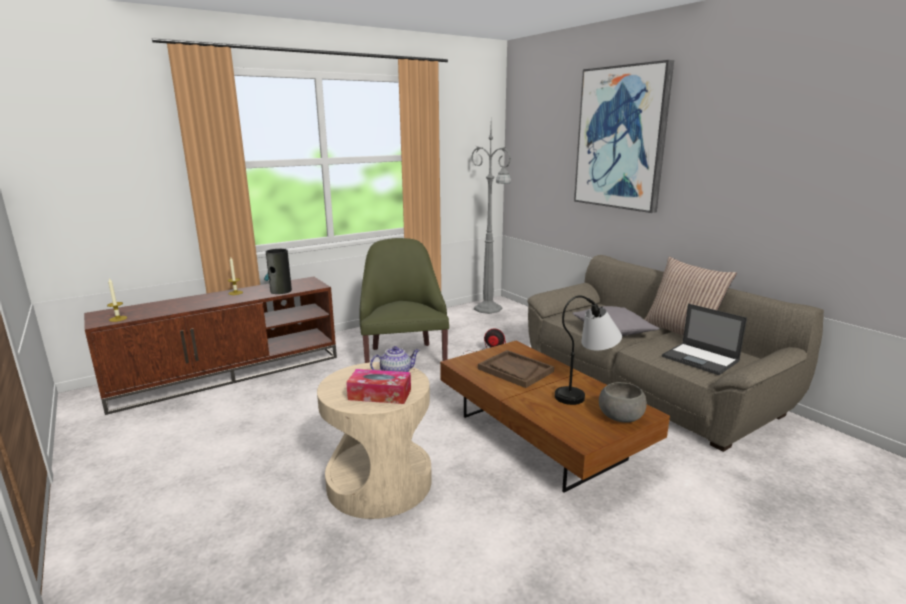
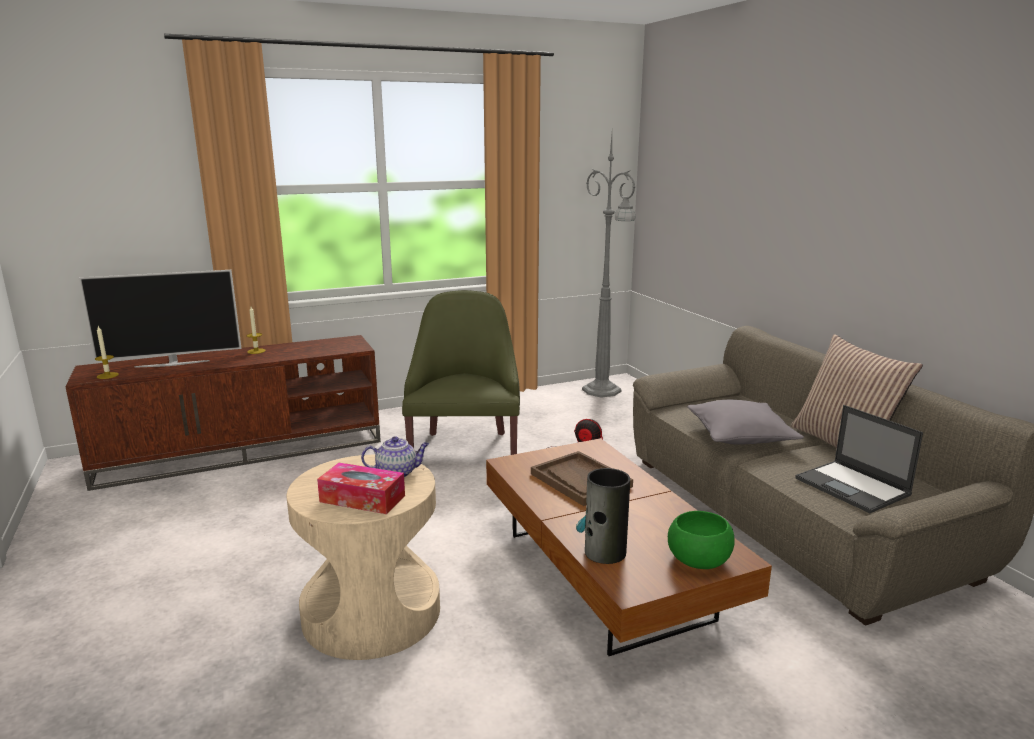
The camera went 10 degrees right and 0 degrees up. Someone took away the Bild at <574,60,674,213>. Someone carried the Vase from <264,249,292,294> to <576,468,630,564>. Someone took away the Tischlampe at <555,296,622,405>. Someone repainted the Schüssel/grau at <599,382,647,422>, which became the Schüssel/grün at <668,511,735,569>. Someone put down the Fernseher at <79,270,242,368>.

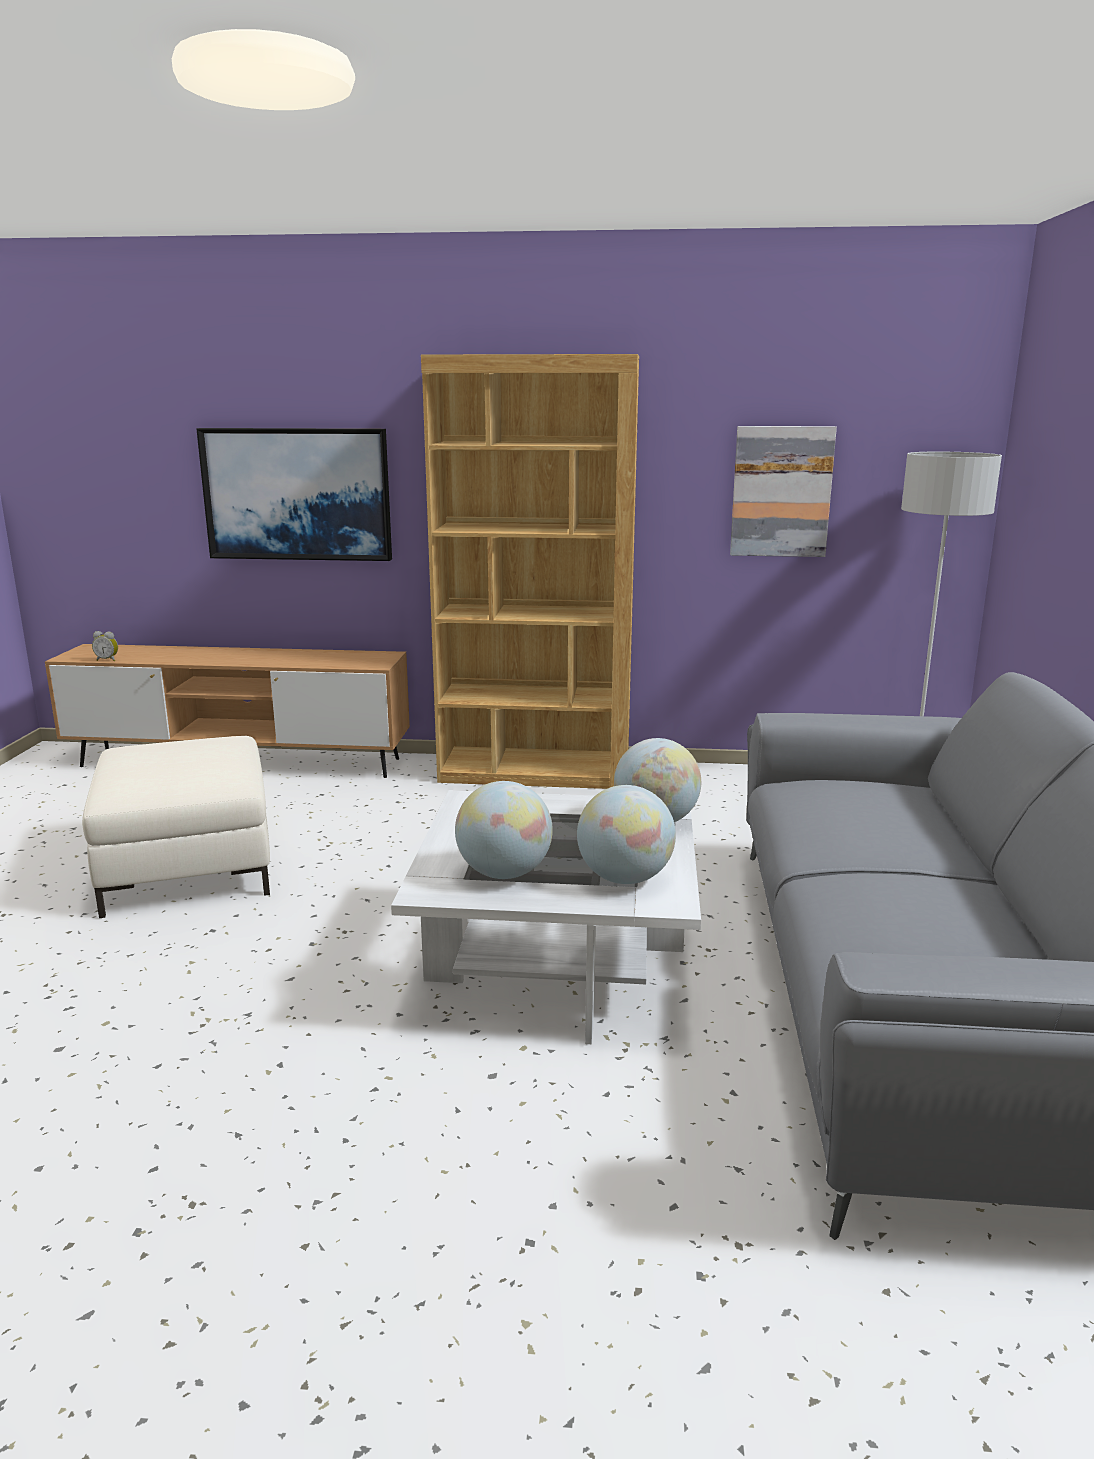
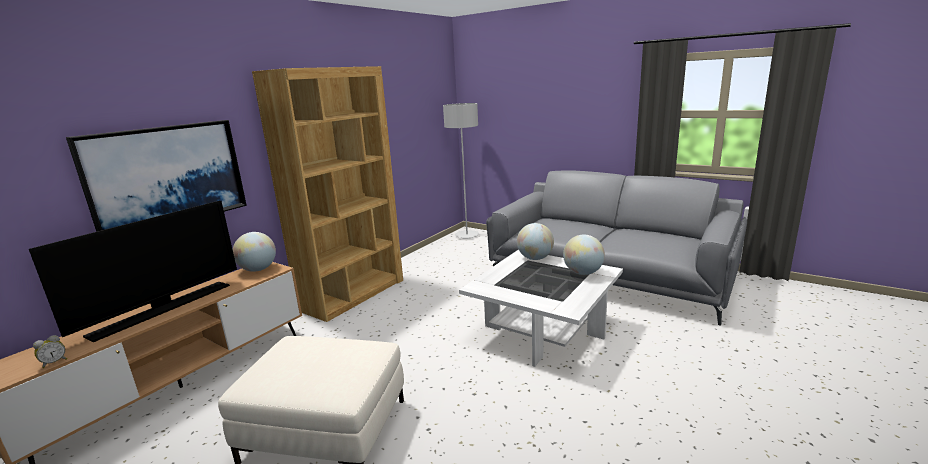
The camera went 60 degrees left and 0 degrees up. Someone took away the Bild at <730,426,837,557>. Someone carried the Globus from <455,781,553,879> to <233,232,276,272>. Someone put down the Fernseher at <29,201,237,342>.

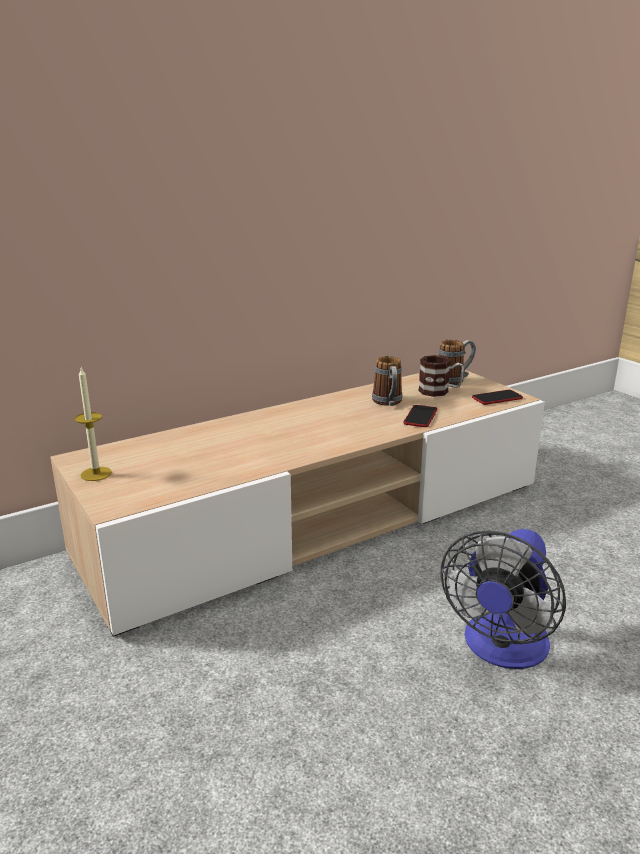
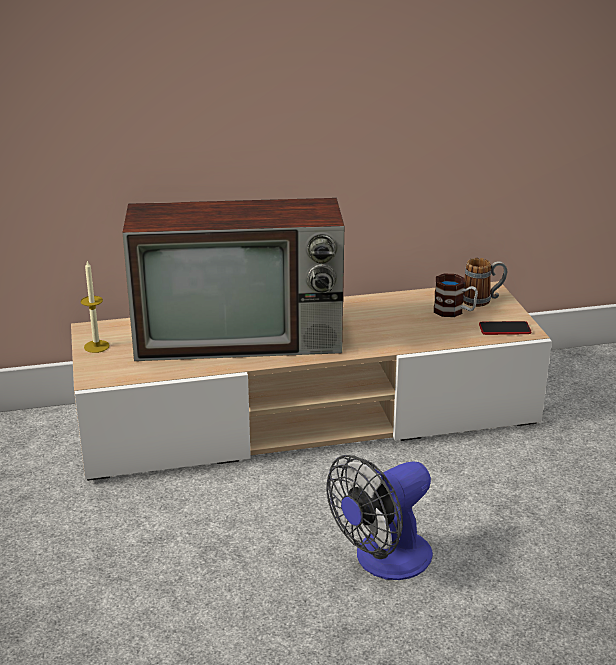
The camera went 20 degrees right and 5 degrees up. Someone took away the Henkelbecher at <372,356,402,406>. Someone took away the Handy at <403,405,438,427>. Someone put down the Fernseher at <122,198,344,361>.

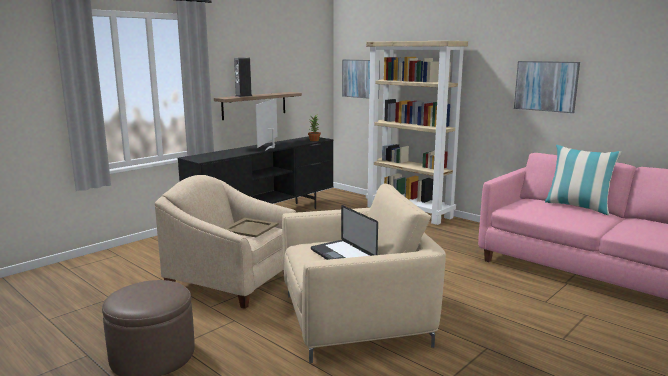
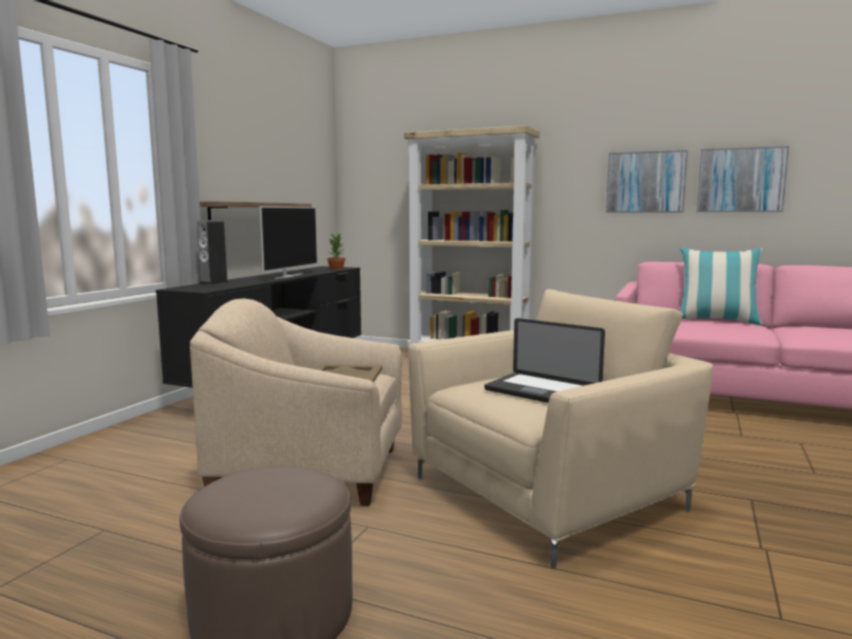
The camera went 20 degrees left and 5 degrees down. Someone carried the Lautsprecher from <234,58,252,97> to <197,220,229,285>. Someone carried the Bild from <342,60,380,99> to <697,146,789,212>. Someone rotated the Fernseher at <256,98,278,151> by 150 degrees counterclockwise.

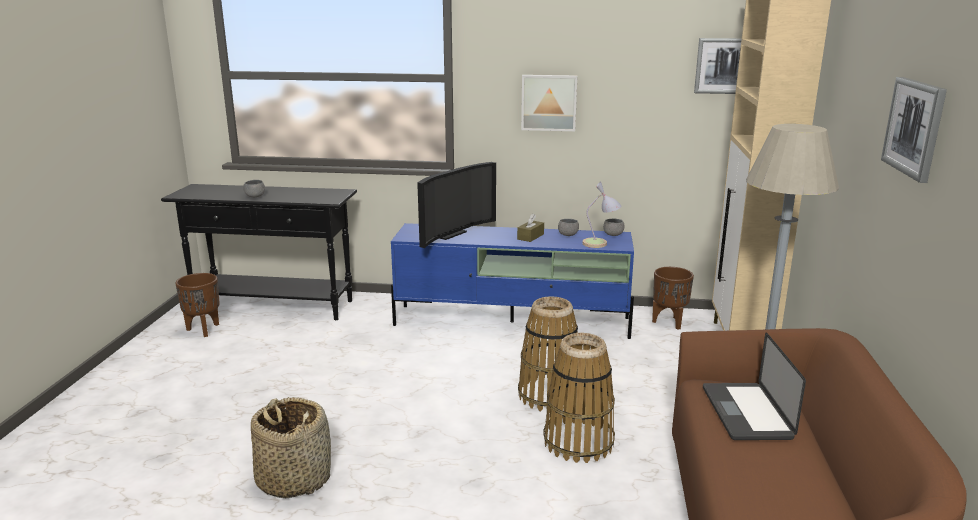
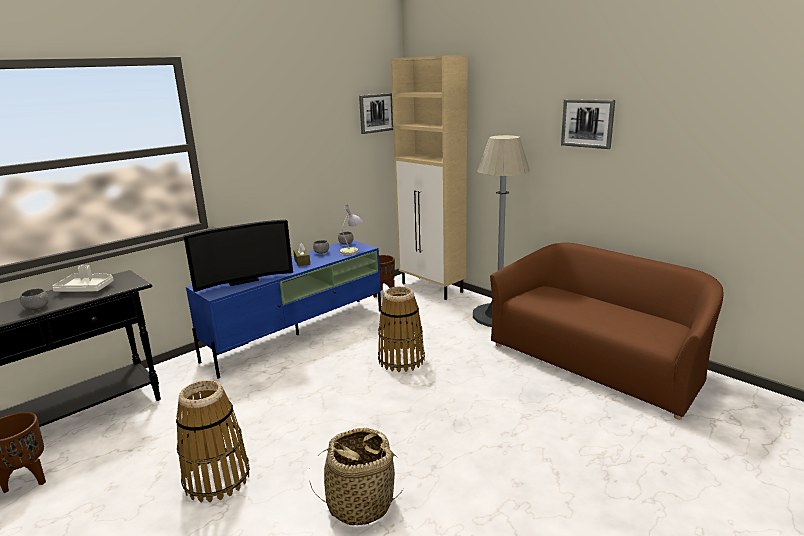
The camera went 50 degrees left and 0 degrees up. Someone took away the Bild at <521,75,577,131>. Someone rotated the Fernseher at <417,162,496,248> by 75 degrees clockwise. Someone took away the Laptop at <703,332,806,440>. Someone carried the Korb from <543,333,615,463> to <176,380,250,502>. Someone put down the Tablett/weiß at <52,265,114,292>.

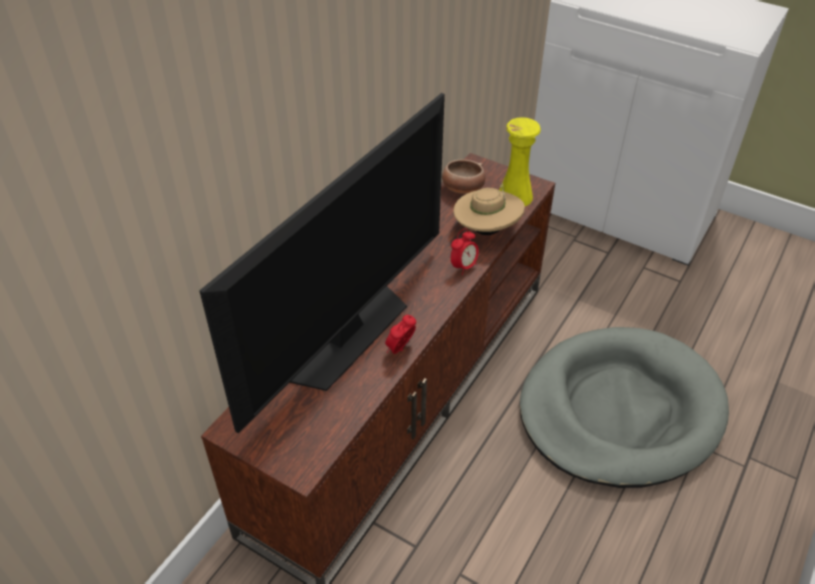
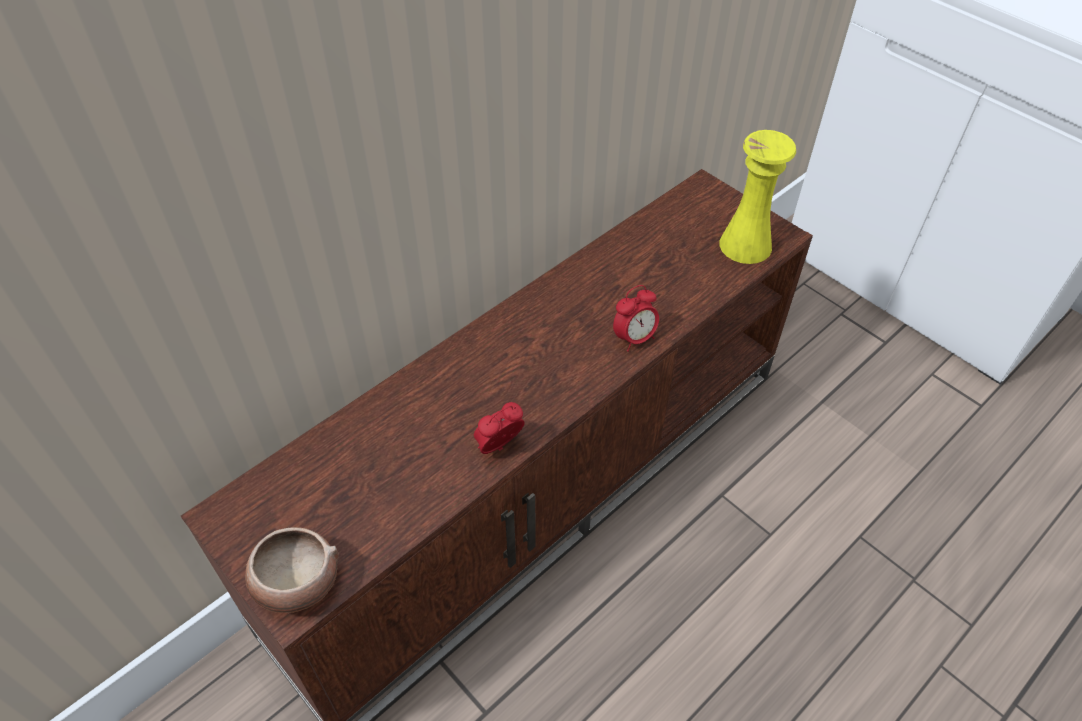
The camera went 15 degrees right and 5 degrees up. Someone took away the Fernseher at <199,93,445,433>. Someone carried the Schüssel from <442,159,485,193> to <245,527,339,613>. Someone took away the Hut/beige at <453,183,525,235>. Someone took away the Hundebett/grau at <520,327,729,488>.

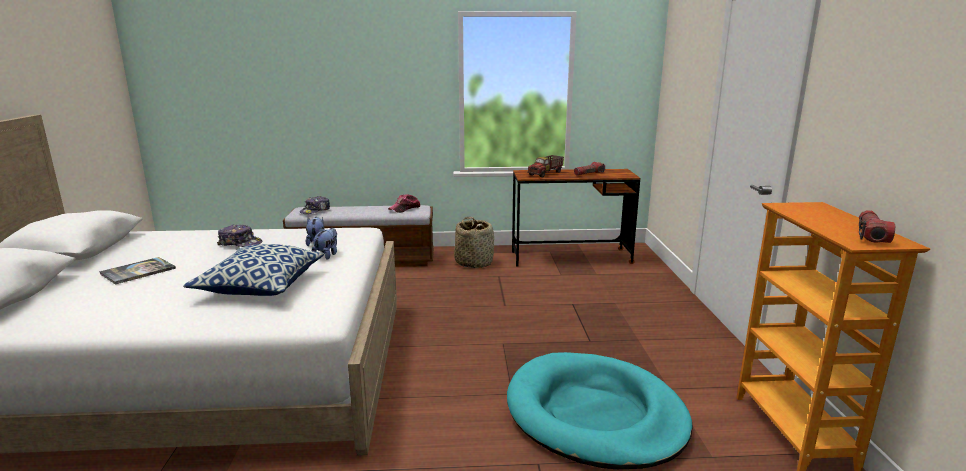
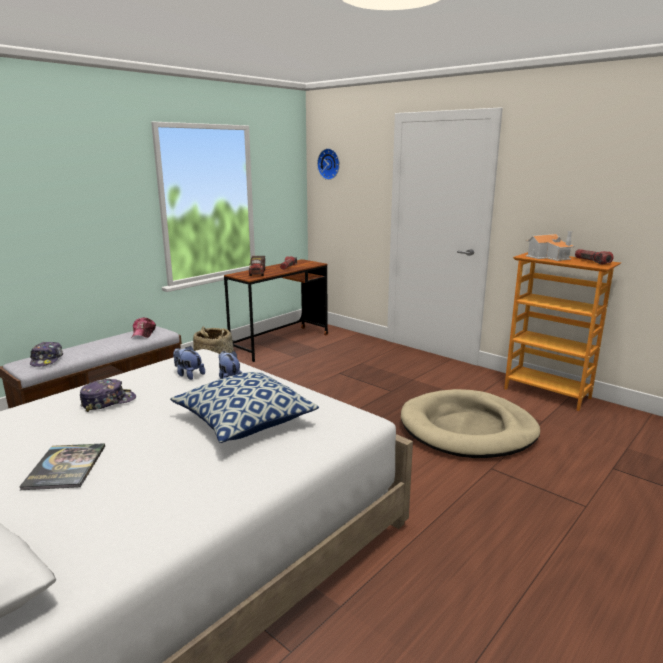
The camera went 45 degrees left and 0 degrees up. Someone repainted the Hundebett/türkis at <507,352,693,469>, which became the Hundebett/beige at <401,389,540,458>. Someone put up the Wanduhr at <317,148,340,180>. Someone put down the Spielzeughaus at <526,231,575,261>.

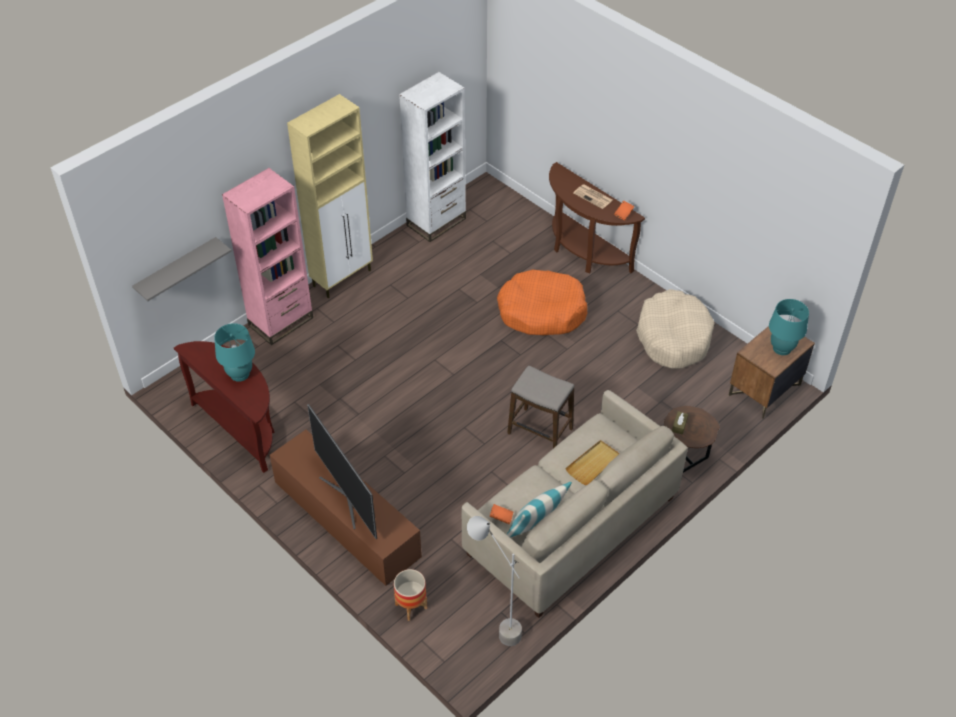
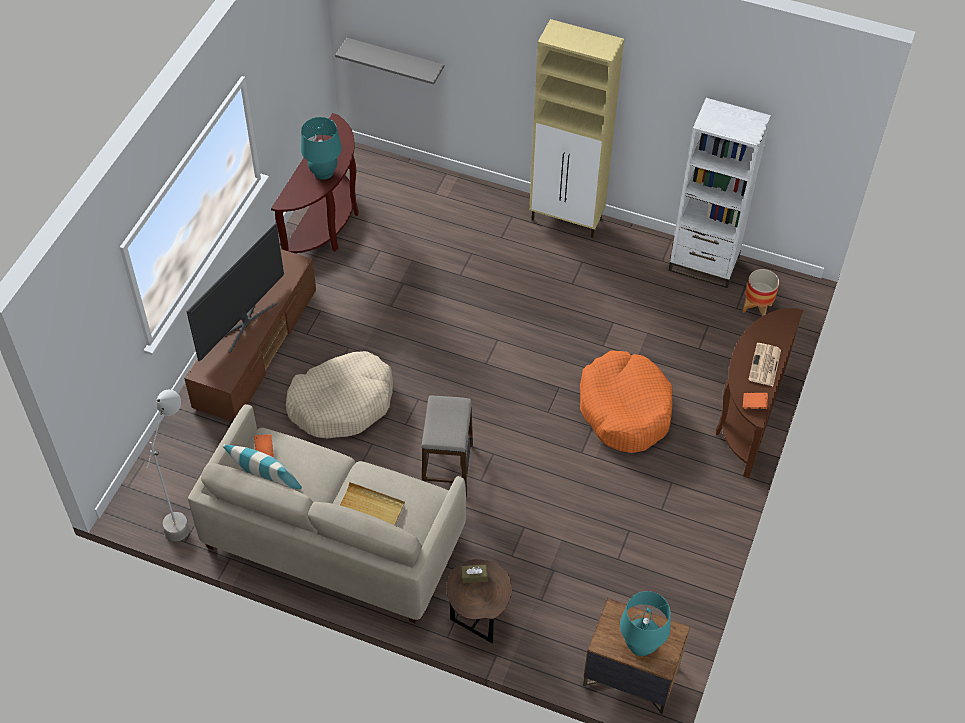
The camera went 65 degrees right and 5 degrees up. Someone took away the Bücherregal/rosa at <222,168,313,345>. Someone carried the Hundebett/beige from <636,289,714,369> to <286,351,393,439>. Someone carried the Pflanzkübel from <394,569,427,621> to <742,269,779,316>.

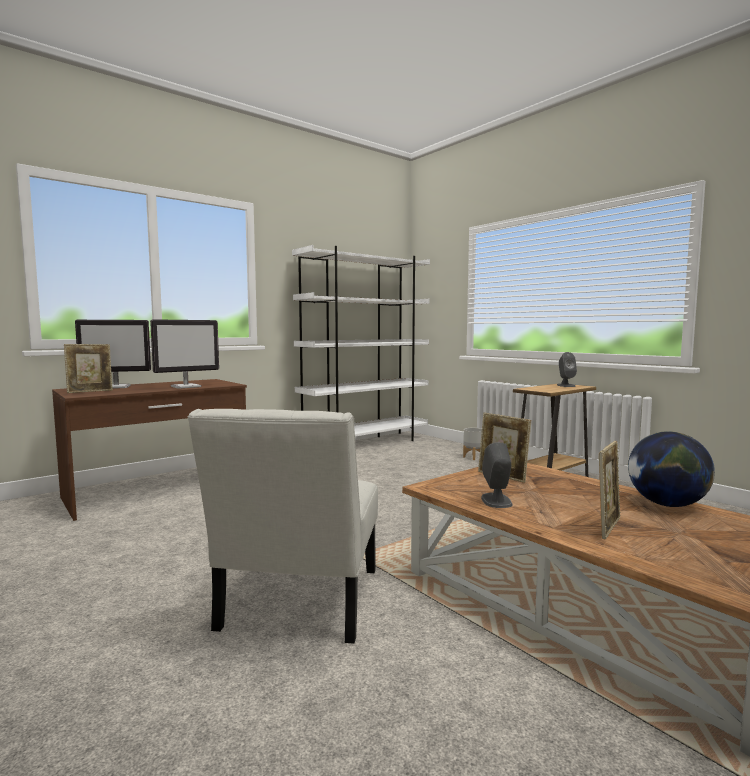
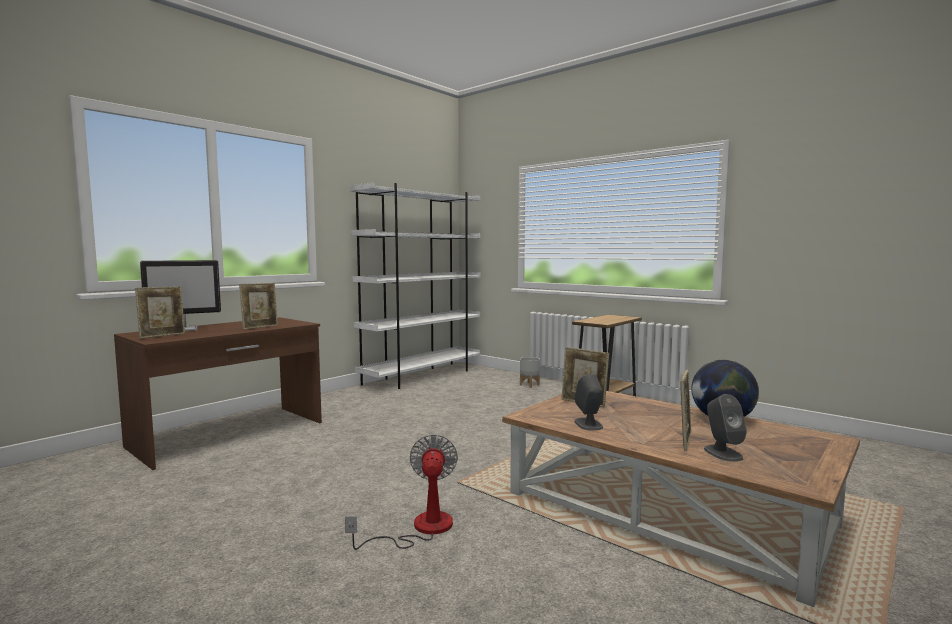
The camera went 10 degrees left and 0 degrees up. Someone swapped the Monitor at <150,319,219,389> for the Bilderrahmen at <239,283,278,330>. Someone carried the Lautsprecher/grau from <557,352,577,387> to <704,394,747,462>. Someone swapped the Stuhl/weiß at <188,409,378,644> for the Ventilator at <345,434,458,550>.

